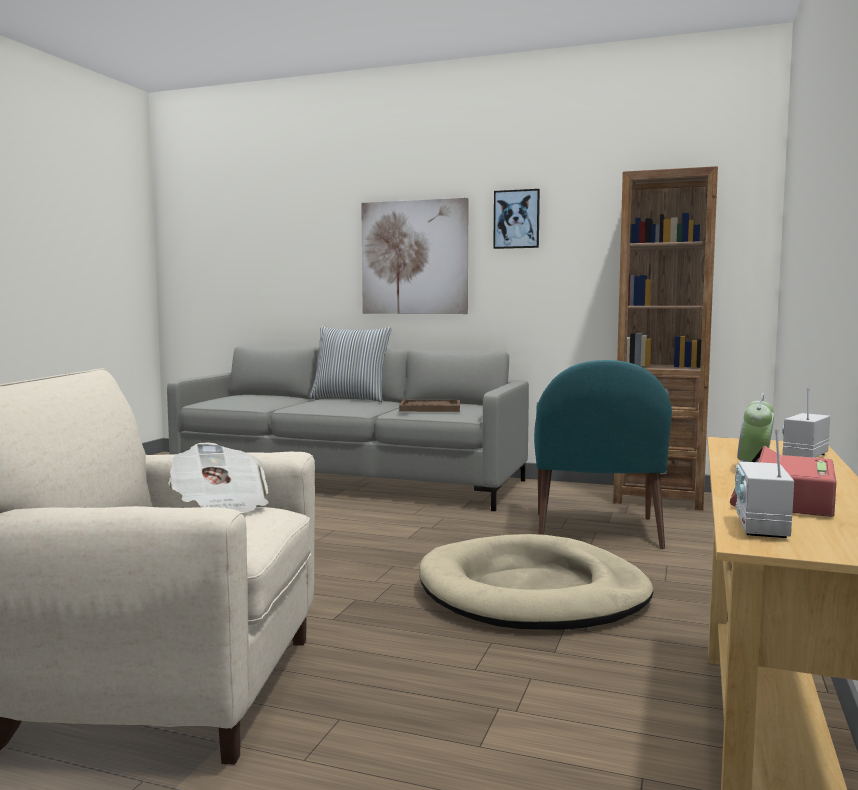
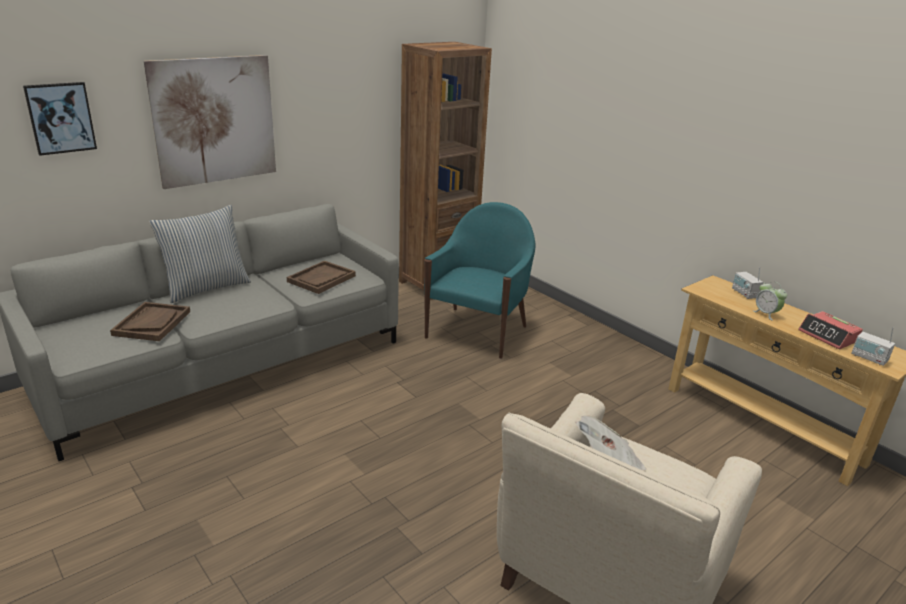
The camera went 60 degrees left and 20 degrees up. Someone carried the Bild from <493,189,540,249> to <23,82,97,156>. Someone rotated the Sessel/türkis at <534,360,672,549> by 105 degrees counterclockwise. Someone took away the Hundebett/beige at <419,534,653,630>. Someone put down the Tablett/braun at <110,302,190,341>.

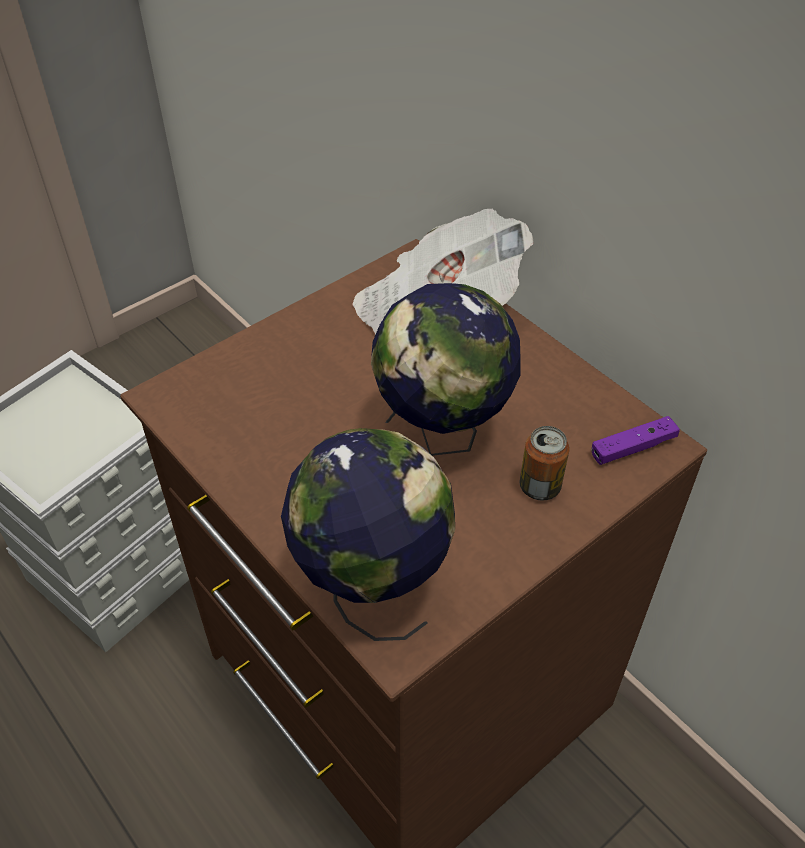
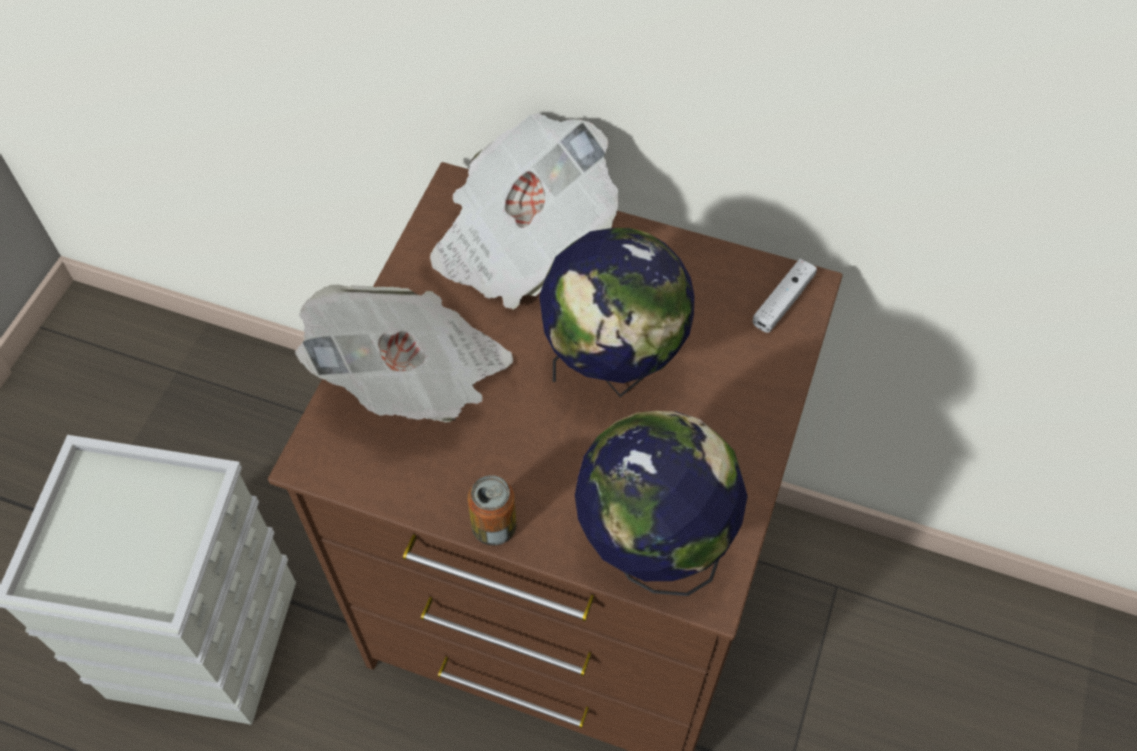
The camera went 30 degrees left and 10 degrees up. Someone repainted the Gamepad/lila at <591,416,680,465>, which became the Gamepad/weiß at <753,259,817,333>. Someone carried the Dose from <519,426,570,500> to <468,475,517,546>. Someone put down the Zeitung at <295,285,513,423>.

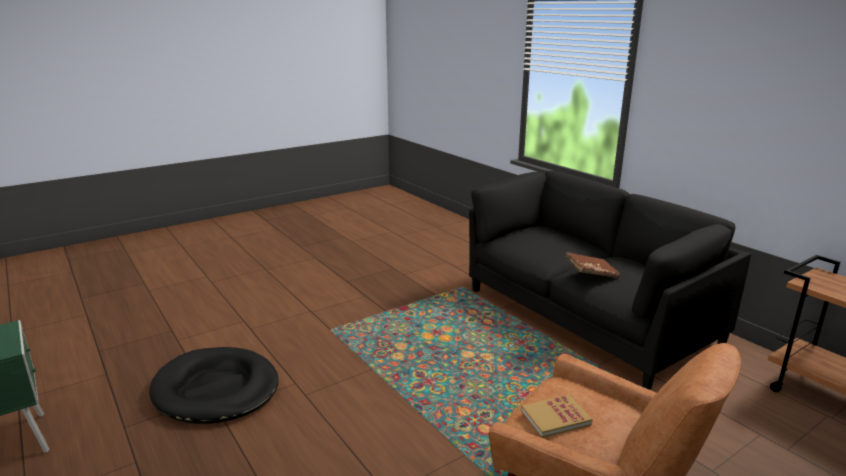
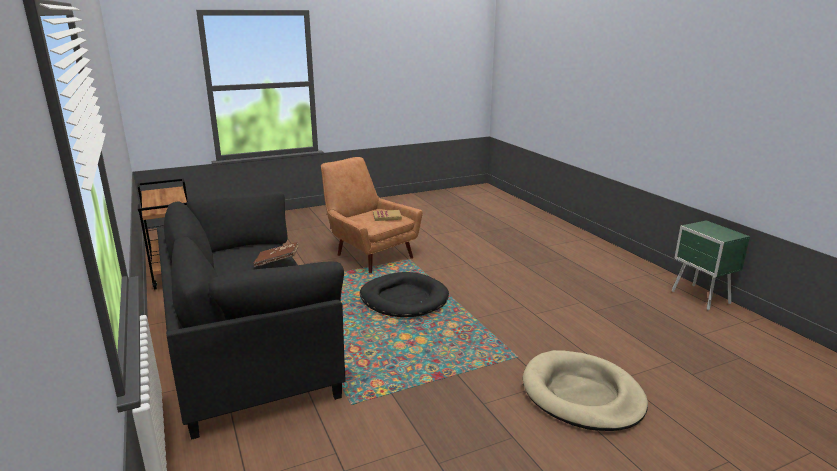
The camera went 170 degrees left and 0 degrees up. Someone carried the Hundebett/schwarz from <149,347,279,424> to <360,272,449,317>. Someone put down the Hundebett/beige at <523,350,648,431>.

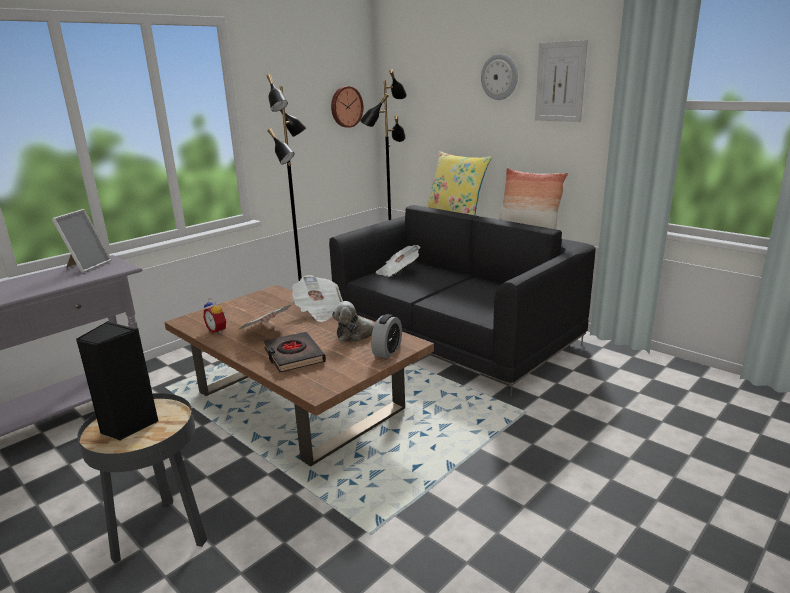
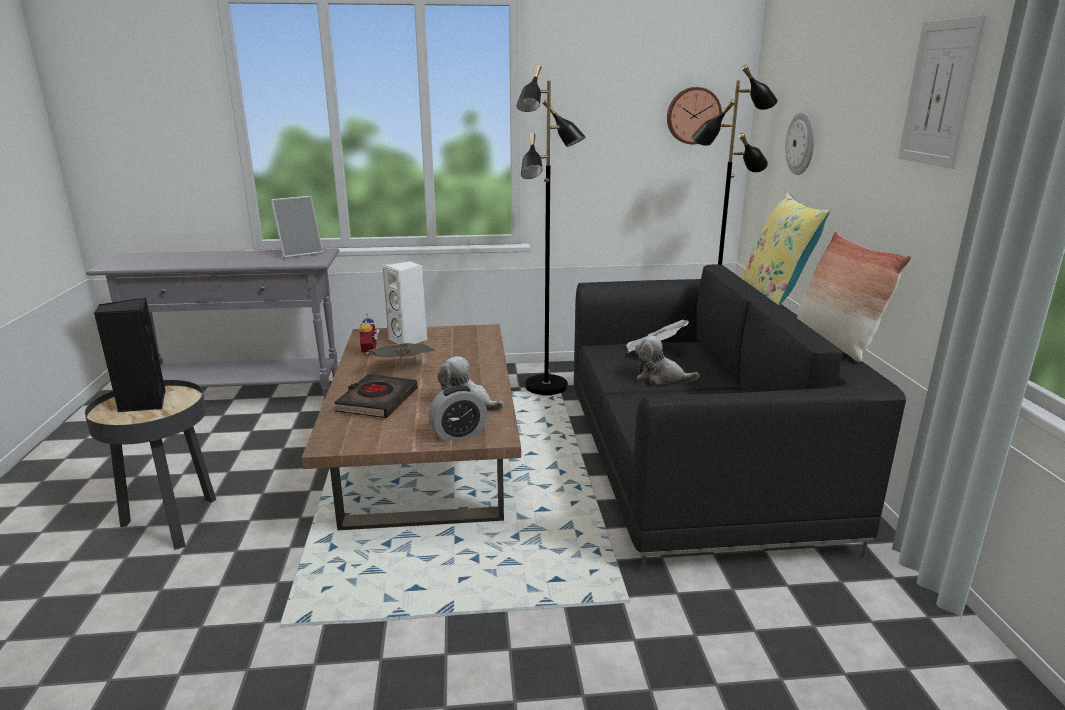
The camera went 40 degrees right and 0 degrees up. Someone carried the Wanduhr from <481,54,518,100> to <785,112,814,175>. Someone took away the Zeitung at <292,275,343,322>. Someone put down the Lautsprecher/weiß at <382,261,427,344>. Someone put down the Plüschtier at <635,336,699,384>.

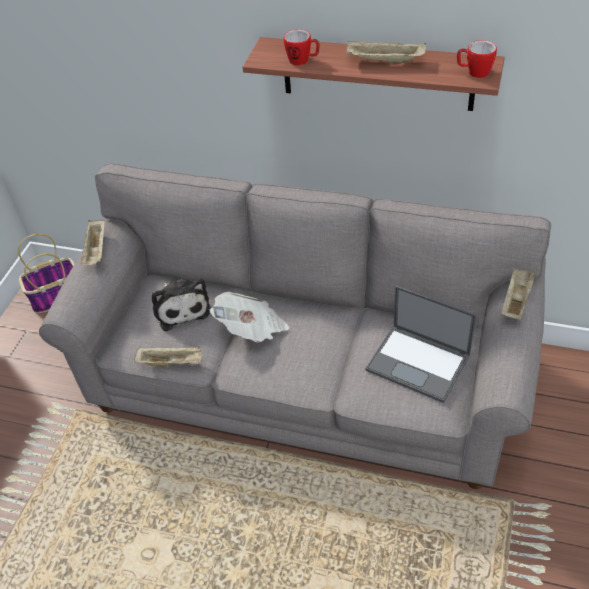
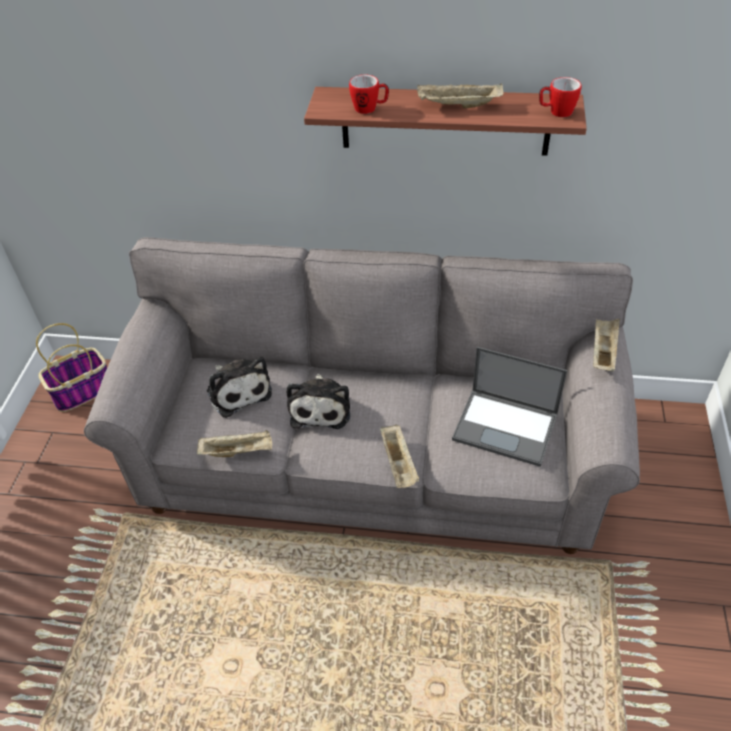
The camera went 10 degrees left and 0 degrees up. Someone carried the Tablett/beige from <80,219,105,265> to <380,424,419,488>. Someone swapped the Zeitung at <210,292,289,343> for the Plüschtier at <286,374,350,429>.

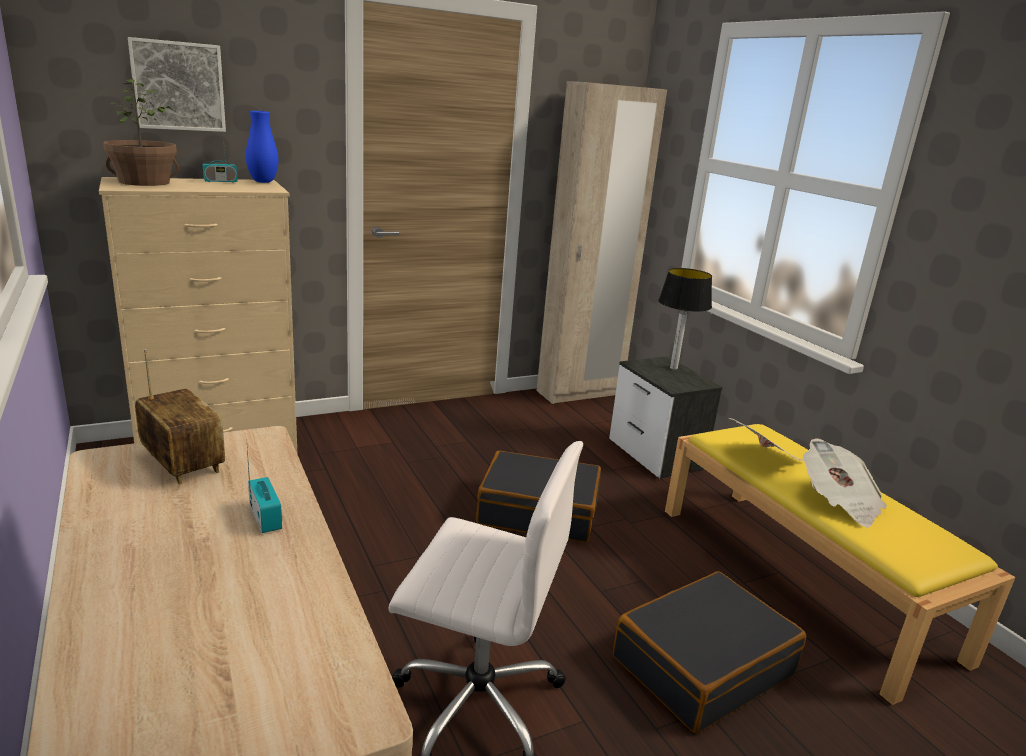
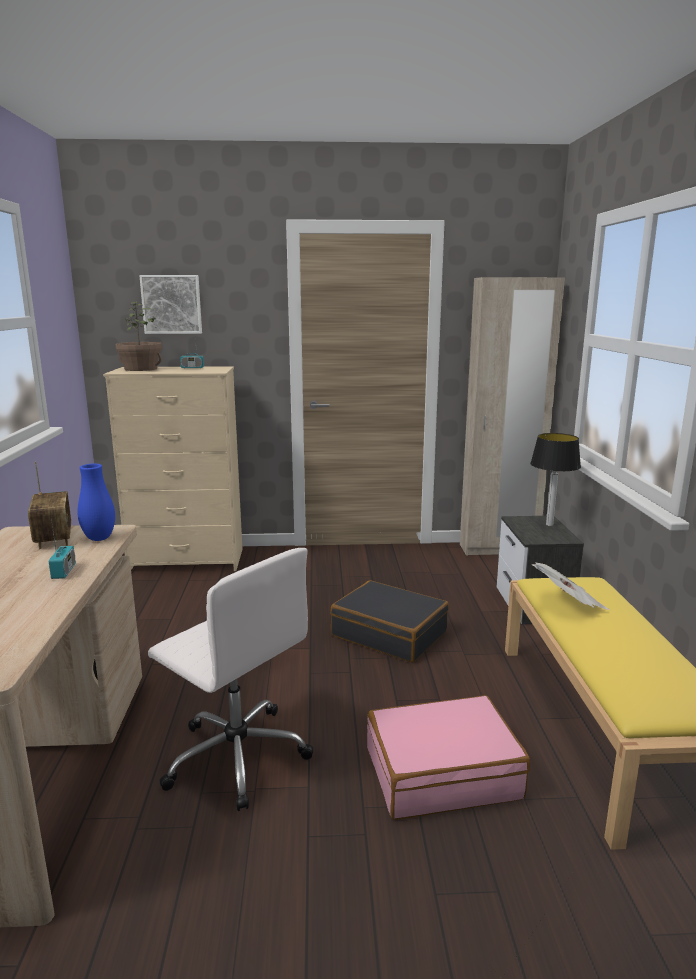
The camera went 25 degrees right and 5 degrees down. Someone carried the Vase/blau from <246,111,278,183> to <78,464,115,541>. Someone took away the Zeitung at <803,439,887,528>. Someone repainted the Koffer/schwarz at <613,571,806,734>, which became the Koffer/rosa at <367,695,530,820>.

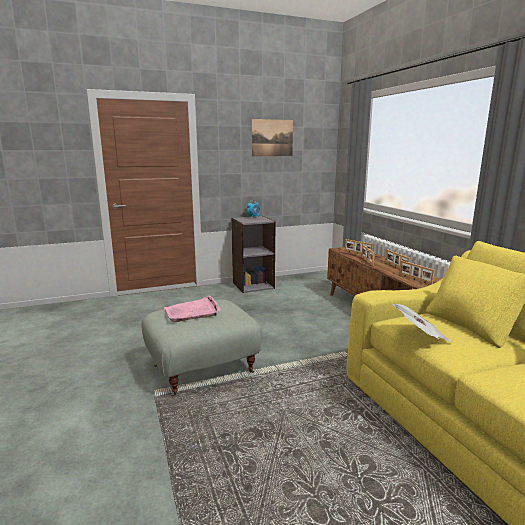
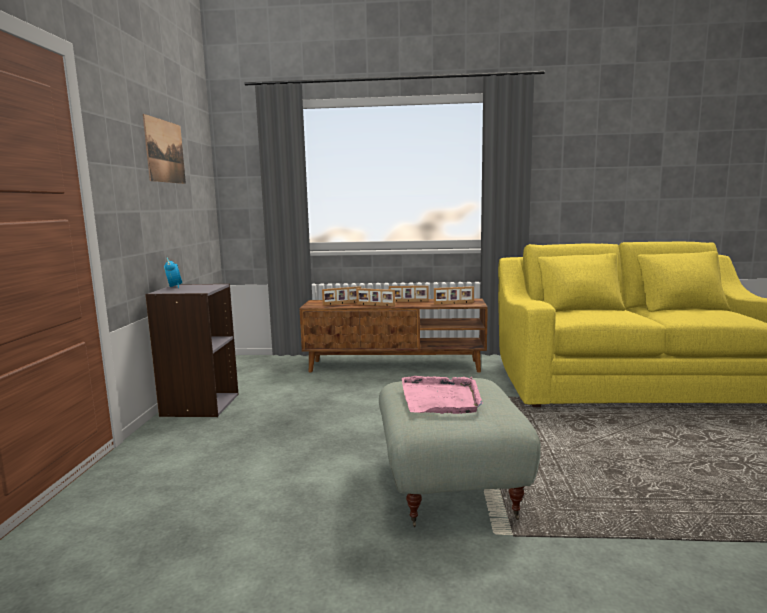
The camera went 65 degrees left and 5 degrees down. Someone took away the Zeitung at <392,304,453,342>.

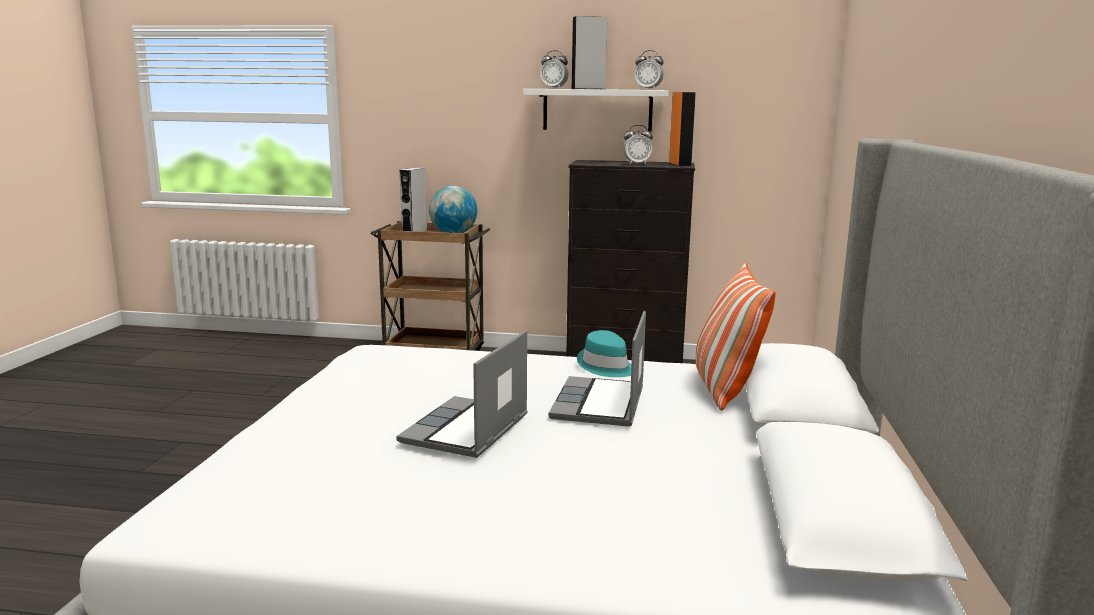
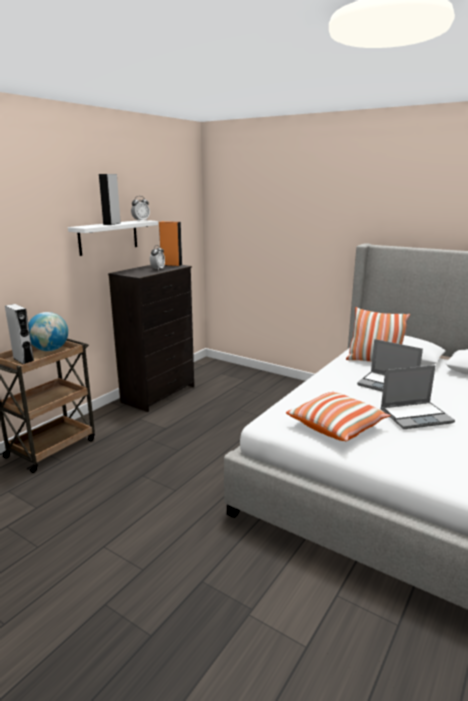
The camera went 65 degrees left and 5 degrees up. Someone took away the Wecker at <540,50,569,89>. Someone rotated the Laptop at <396,330,528,458> by 60 degrees counterclockwise. Someone took away the Hut/türkis at <577,330,632,377>. Someone put down the Kissen at <286,392,390,441>.

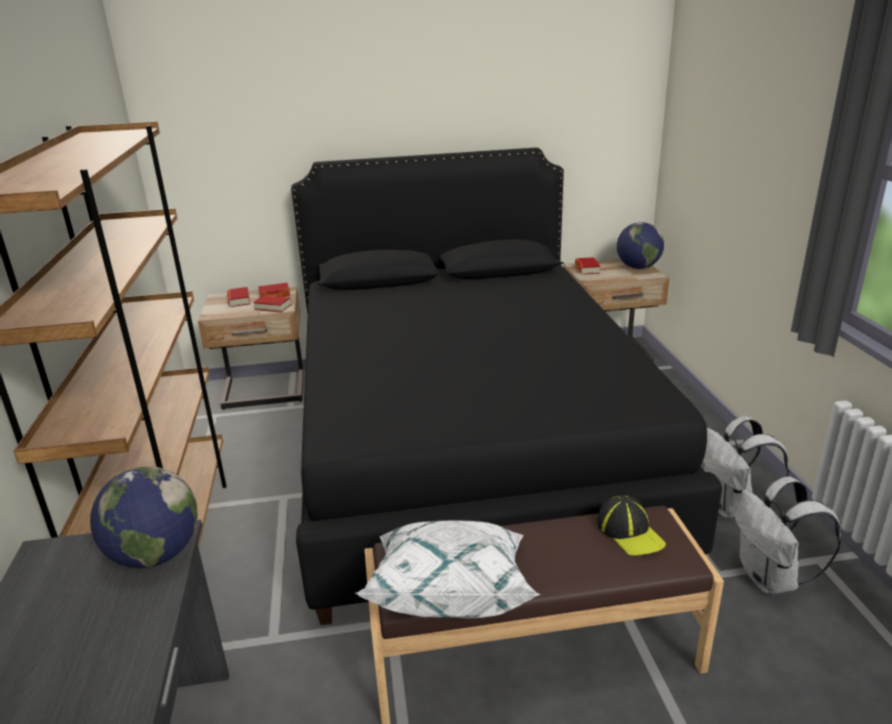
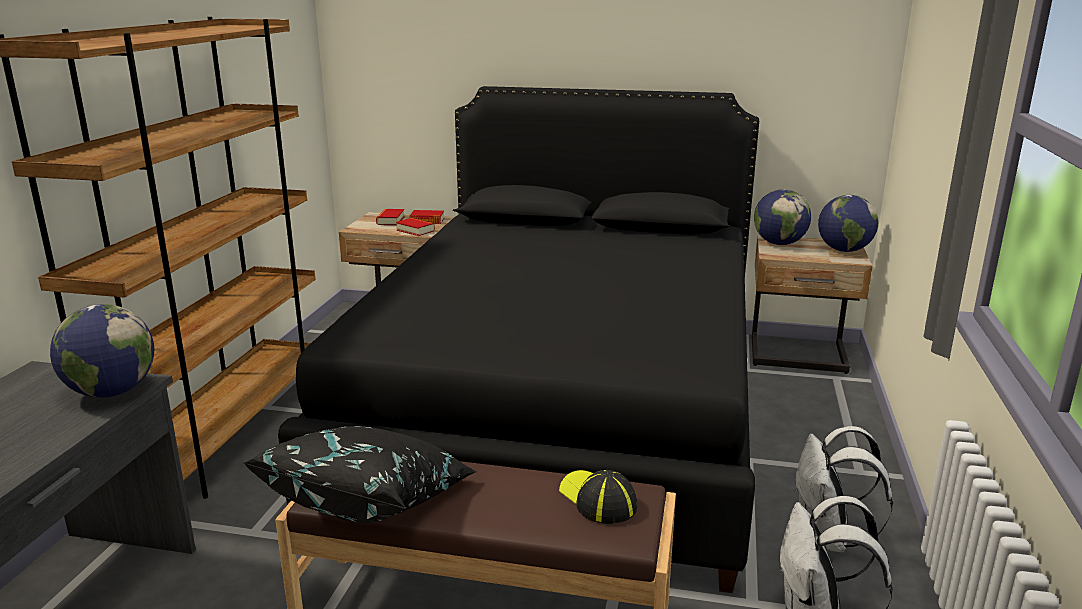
The camera went 20 degrees right and 5 degrees down. Someone swapped the Buch at <575,257,600,274> for the Globus at <754,189,811,245>. Someone rotated the Kappe at <597,495,666,556> by 150 degrees clockwise. Someone repainted the Kissen/weiß at <355,521,541,618>, which became the Kissen/schwarz at <243,426,477,523>.

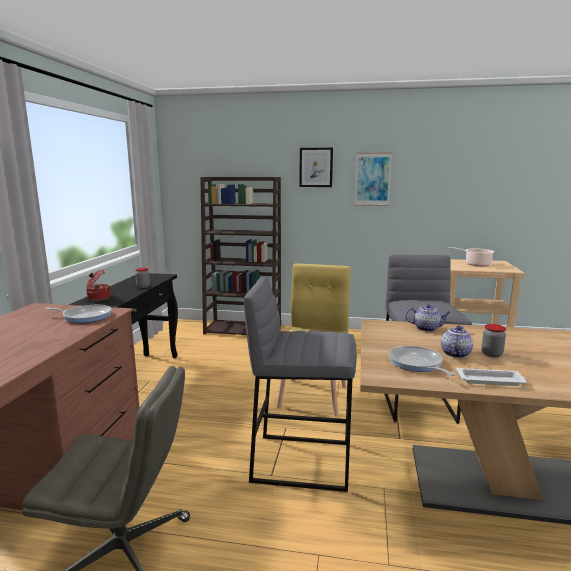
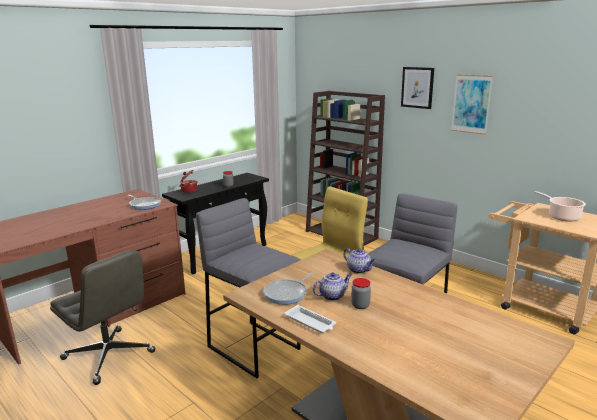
The camera went 35 degrees right and 5 degrees up. Someone rotated the Pfanne at <389,346,455,376> by 150 degrees counterclockwise.

